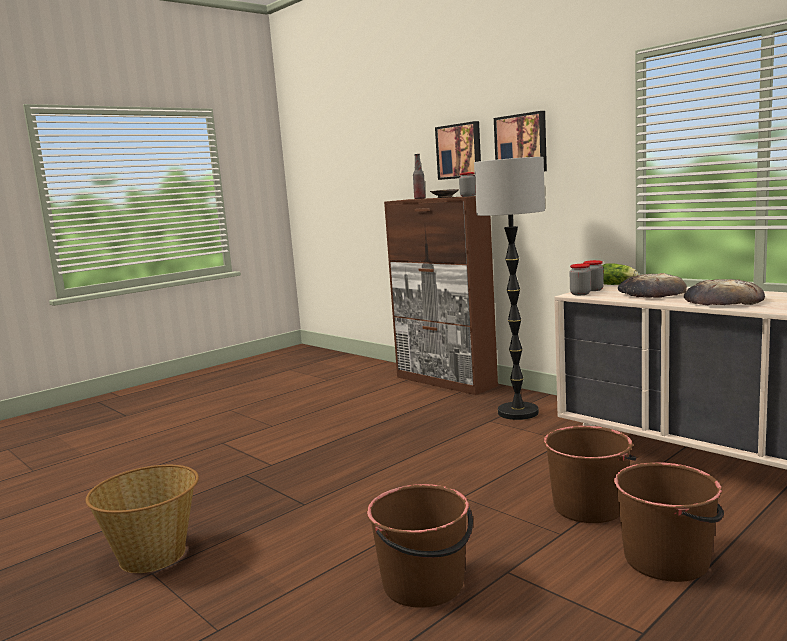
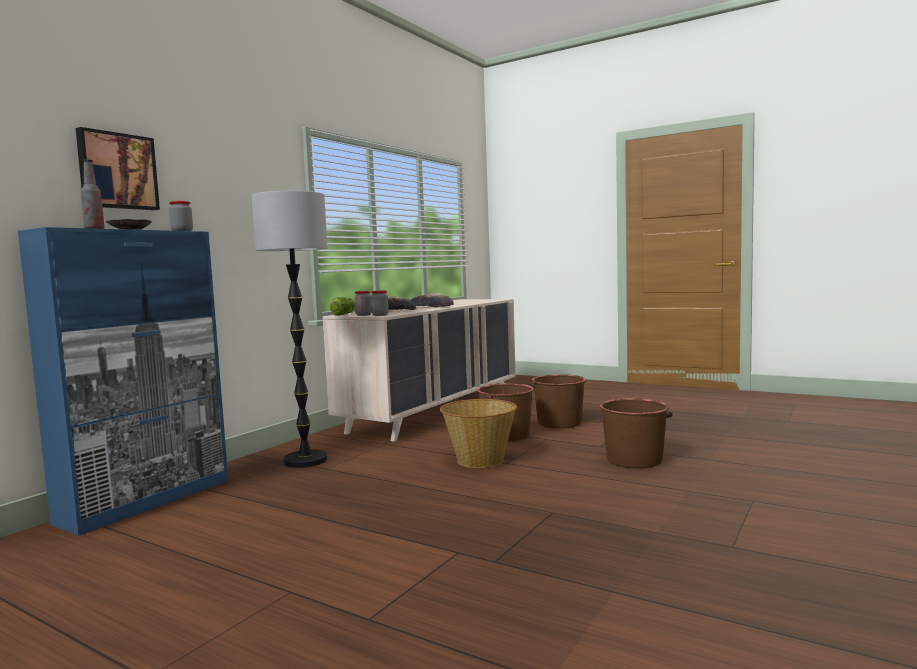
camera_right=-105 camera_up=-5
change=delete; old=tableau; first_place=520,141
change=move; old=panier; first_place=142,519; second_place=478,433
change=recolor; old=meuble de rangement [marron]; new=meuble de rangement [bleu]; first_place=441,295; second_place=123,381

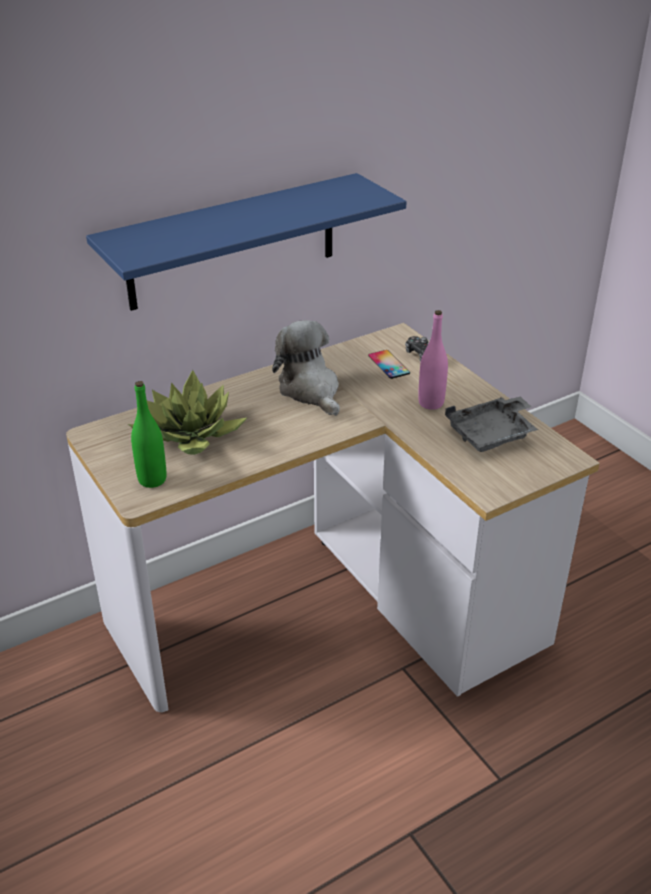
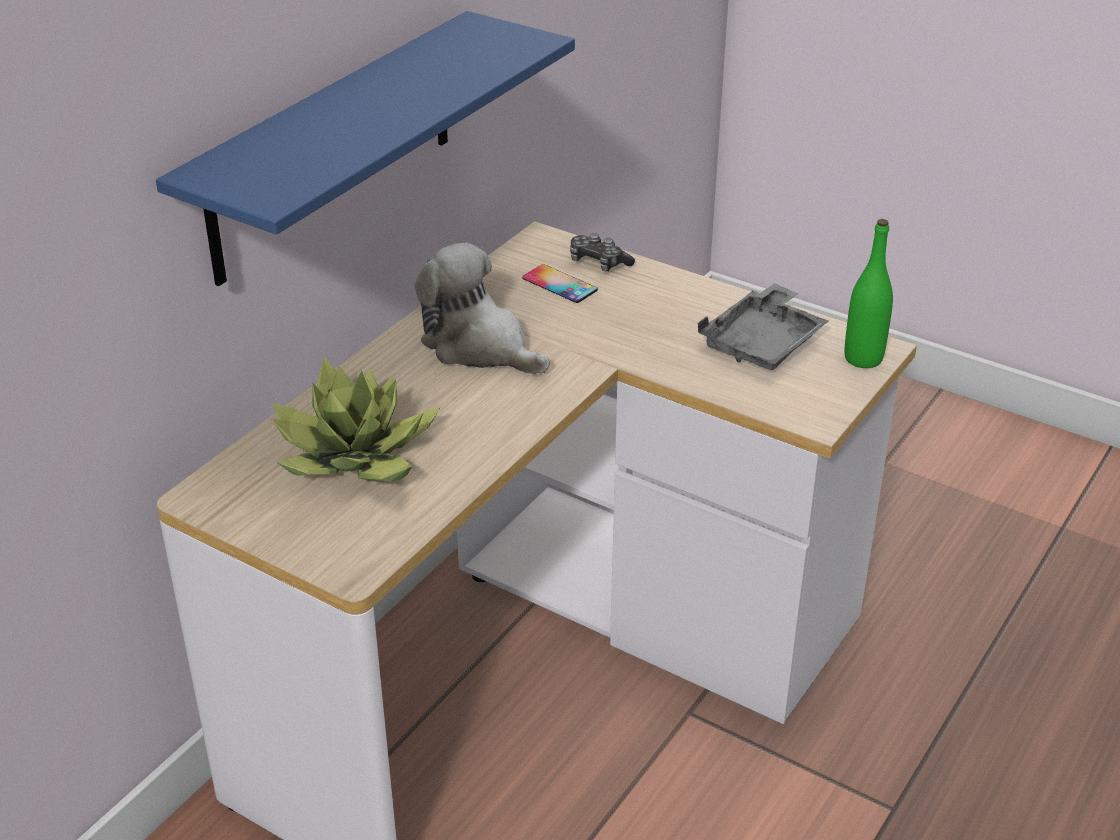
camera_right=-25 camera_up=0
change=delete; old=bouteille [rose]; first_place=433,360
change=move; old=bouteille [vert]; first_place=149,434; second_place=869,293

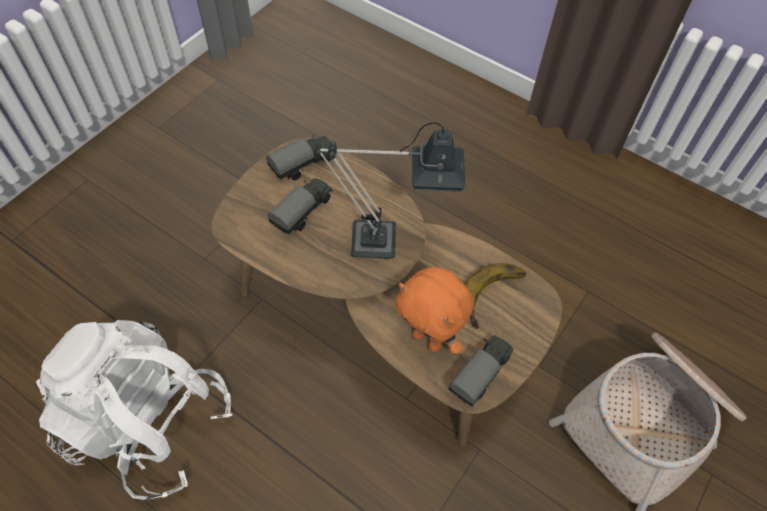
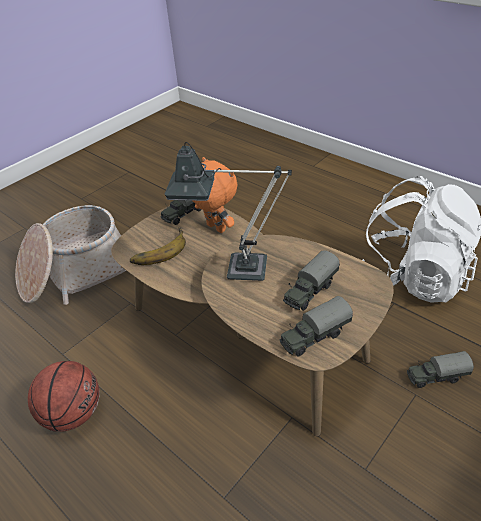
camera_right=-170 camera_up=-15
change=insert; new=ballon de basket; second_place=64,396
change=insert; new=camion jouet; second_place=440,369

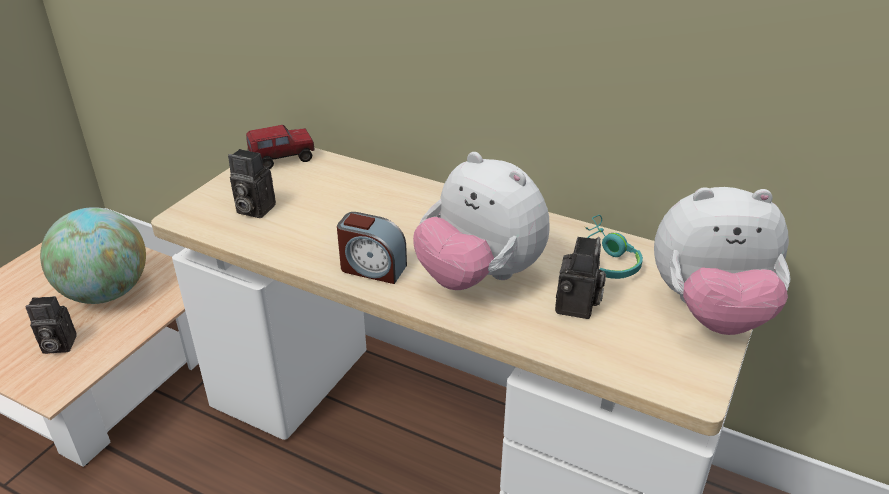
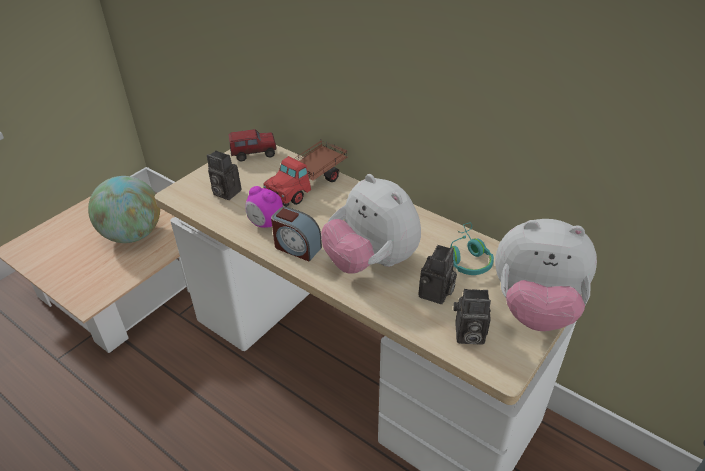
camera_right=10 camera_up=5
change=insert; new=réveil; second_place=264,207
change=insert; new=camion jouet; second_place=306,173
change=move; old=appareil photo; first_place=51,325; second_place=472,317

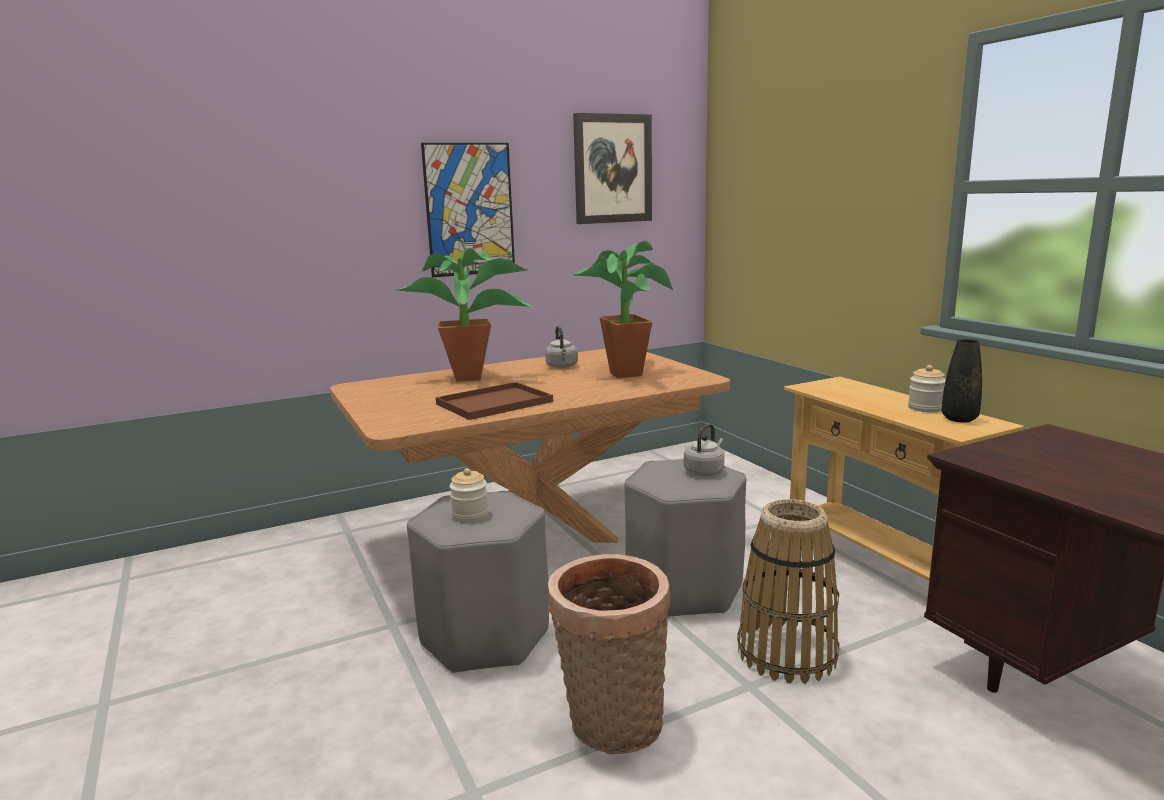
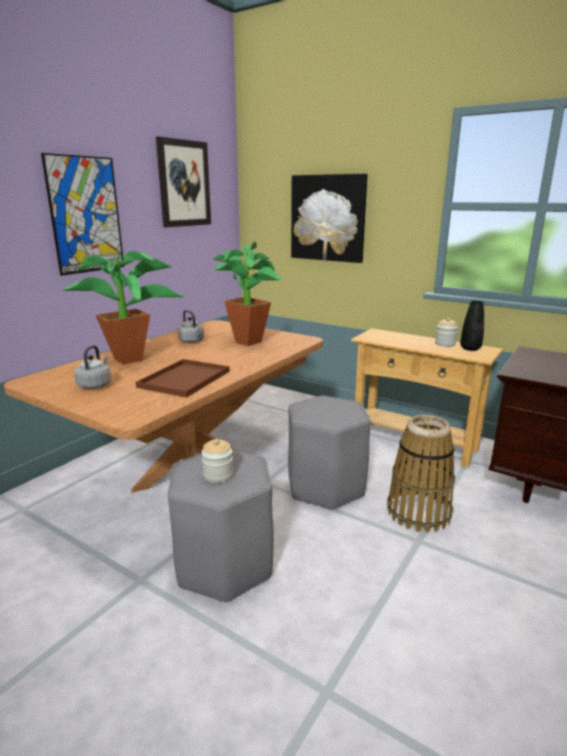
camera_right=-30 camera_up=5
change=delete; old=panier; first_place=609,654
change=insert; new=tableau; second_place=329,218
change=move; old=bouilloire [gris]; first_place=704,450; second_place=92,367

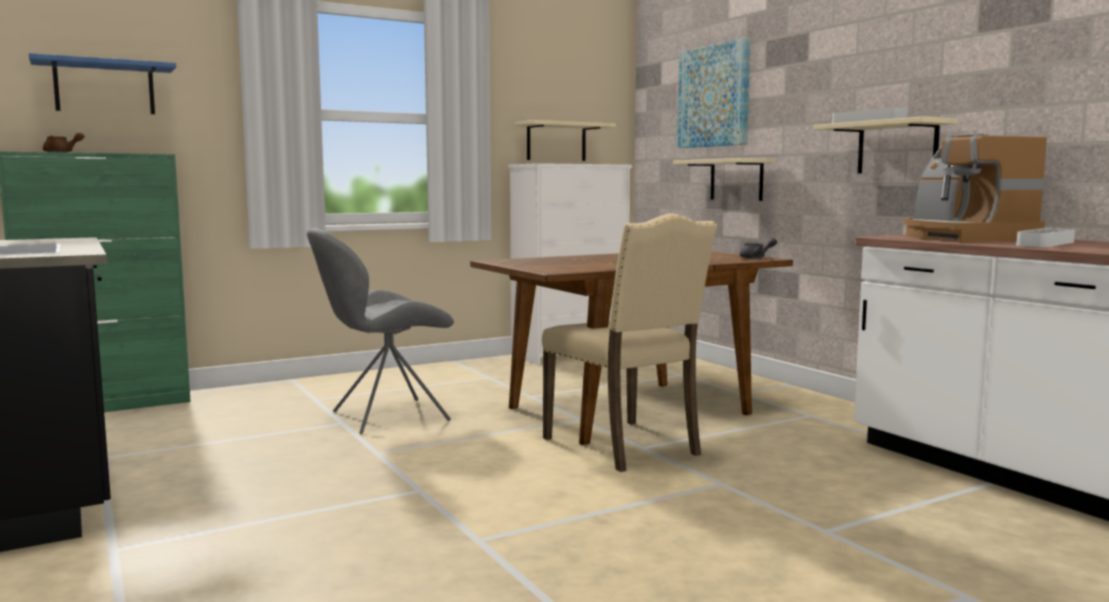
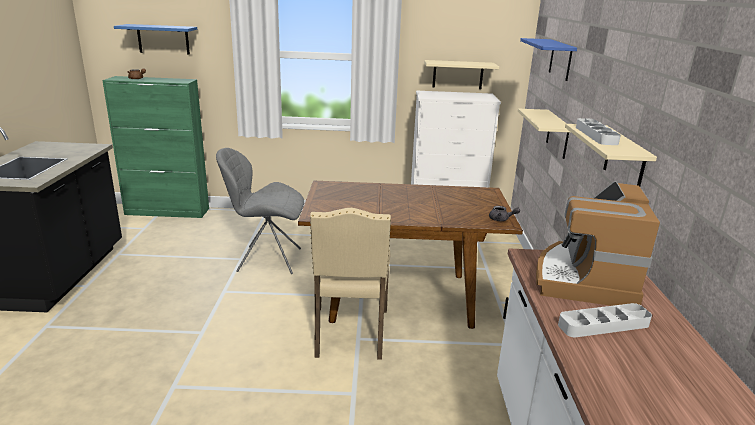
camera_right=30 camera_up=15
change=replace; old=tableau; new=étagère [bleu]; first_place=714,92; second_place=548,59

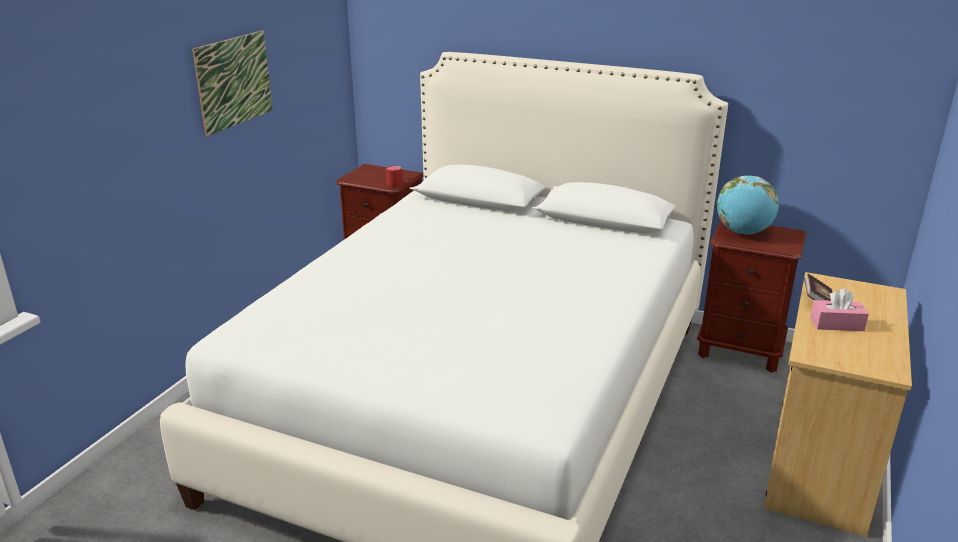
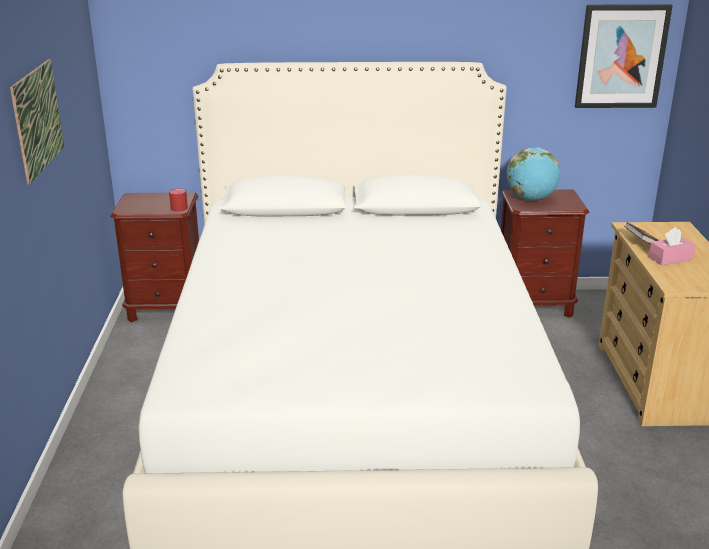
camera_right=-25 camera_up=0
change=insert; new=tableau; second_place=624,56

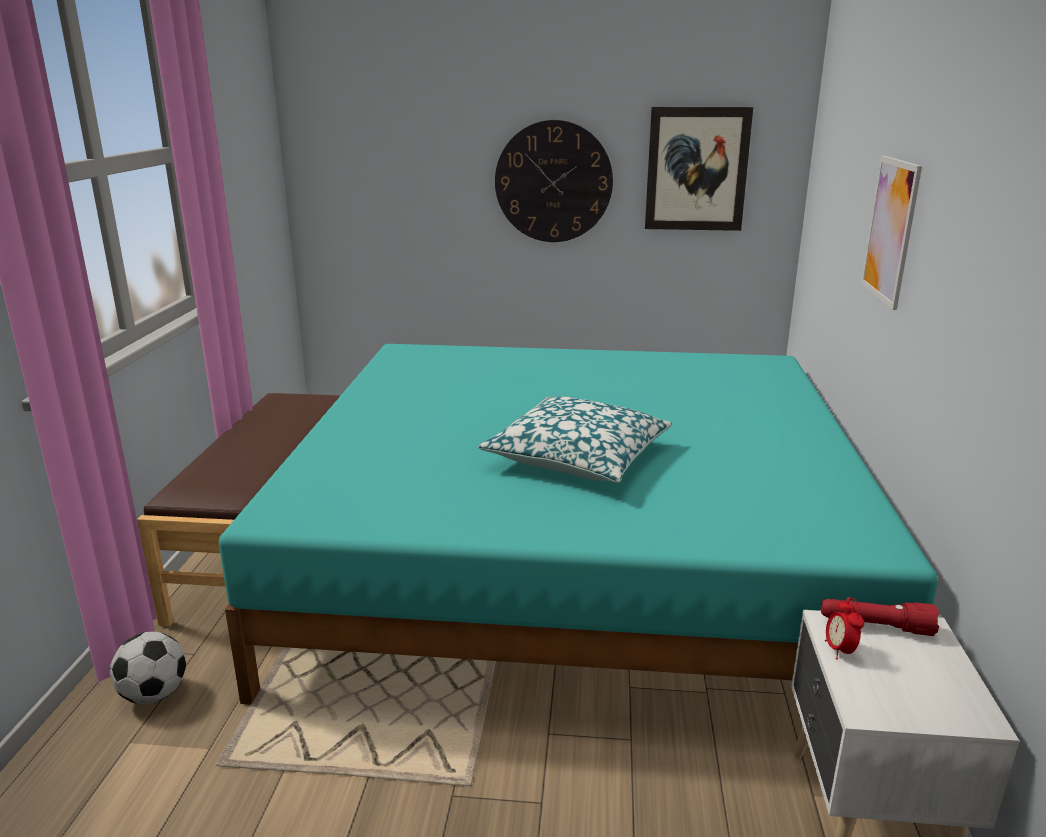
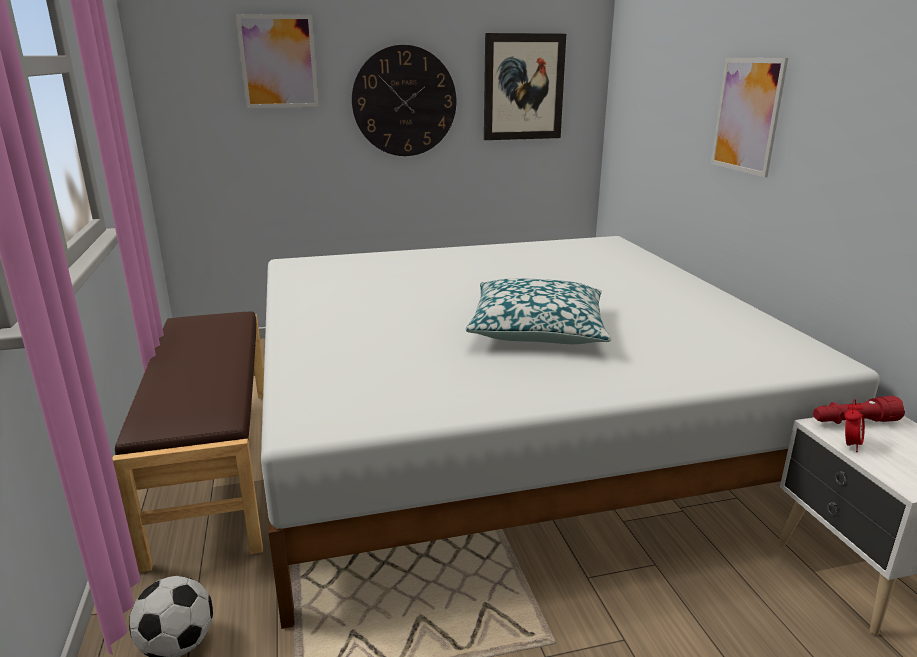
camera_right=-20 camera_up=0
change=insert; new=tableau; second_place=277,61
change=recolor; old=lit [turquoise]; new=lit [blanc]; first_place=578,524; second_place=570,432
change=rotate; old=réveil; first_place=844,628; second_place=855,425; degrees=-120

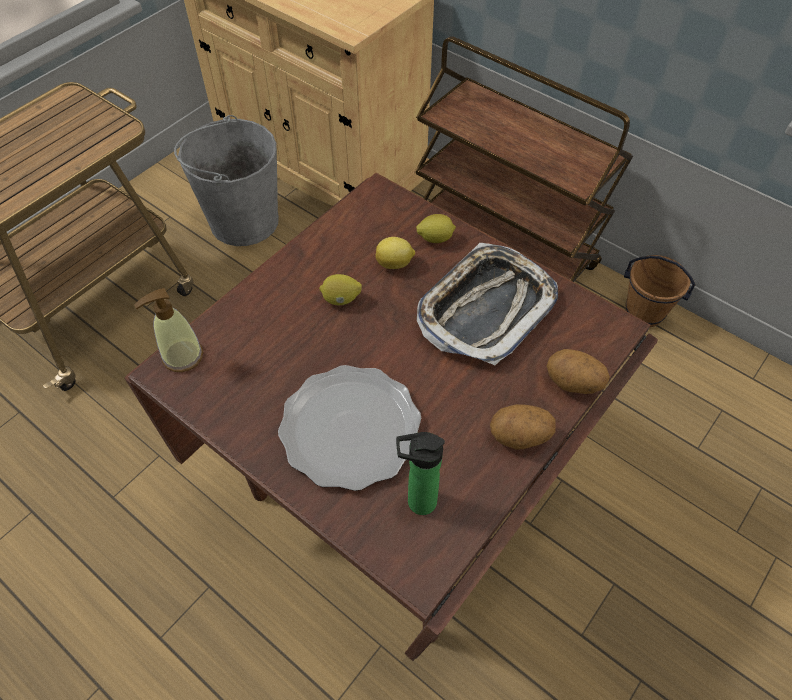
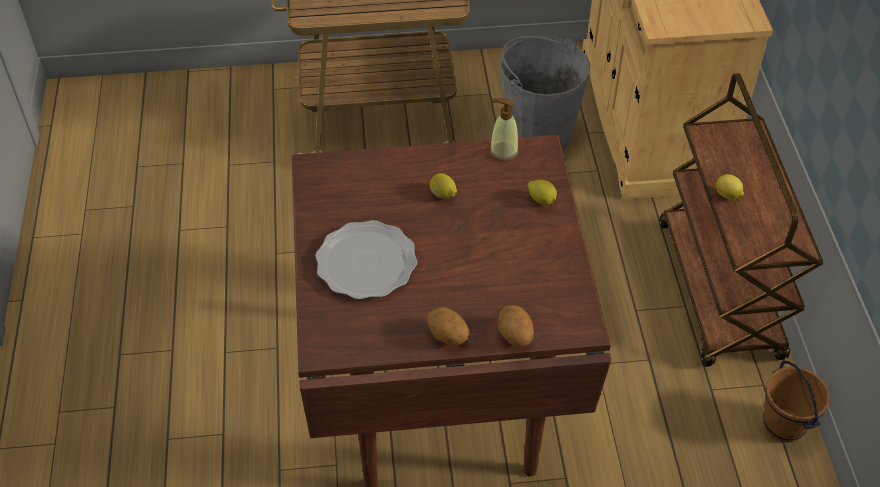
camera_right=45 camera_up=-5
change=delete; old=bouteille; first_place=420,473
change=delete; old=plateau; first_place=487,304
change=move; old=distributeur de savon; first_place=168,330; second_place=504,130
change=move; old=citron; first_place=395,253; second_place=730,186

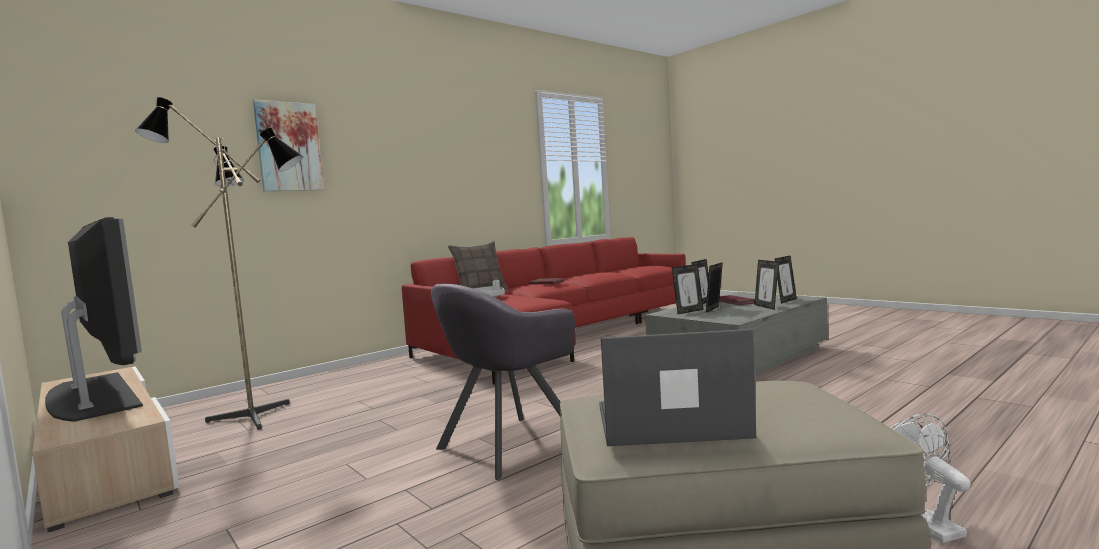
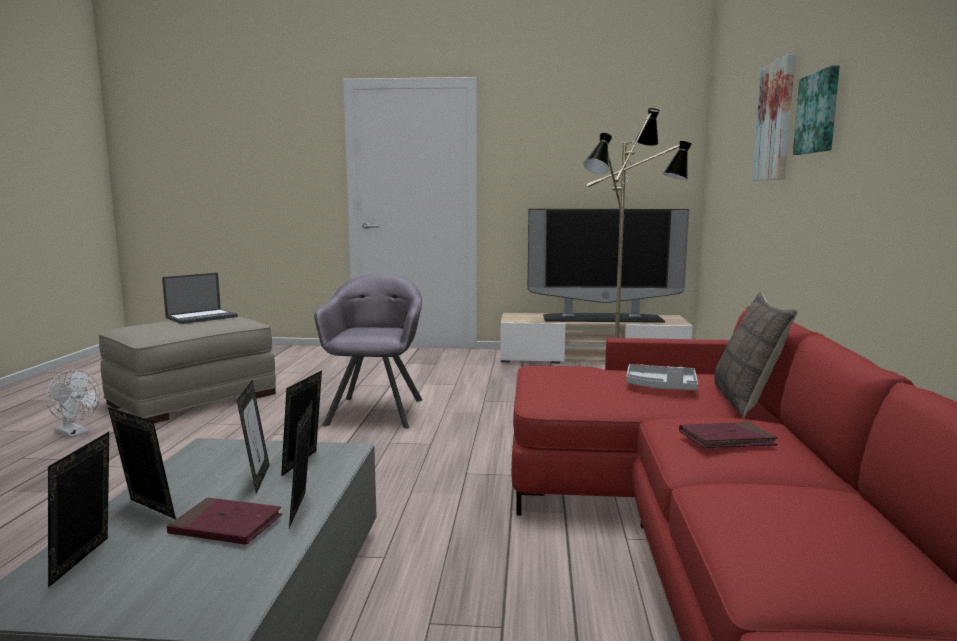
camera_right=135 camera_up=5
change=insert; new=tableau; second_place=816,110

